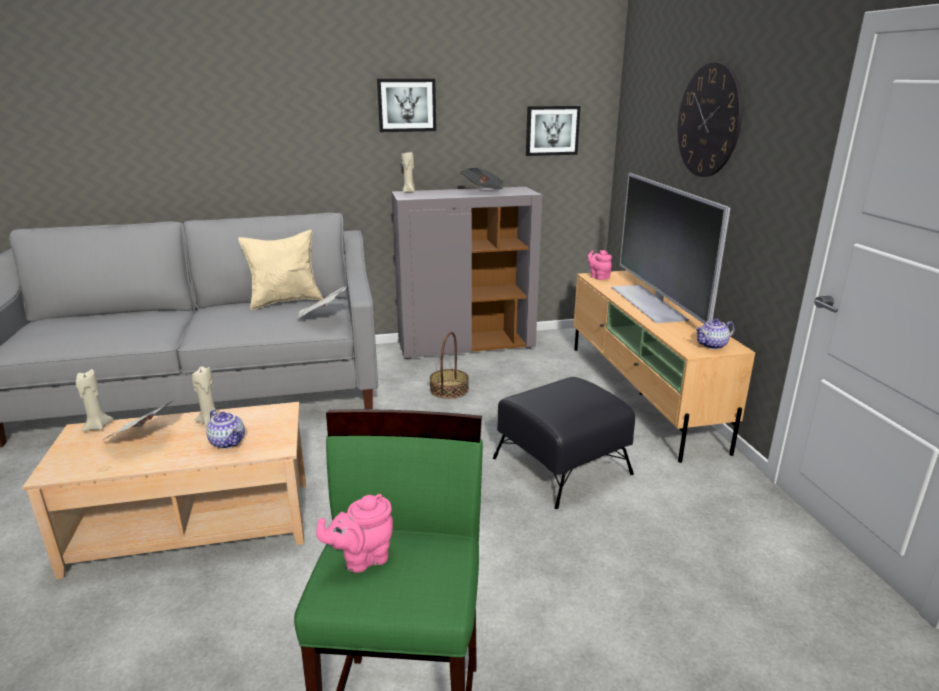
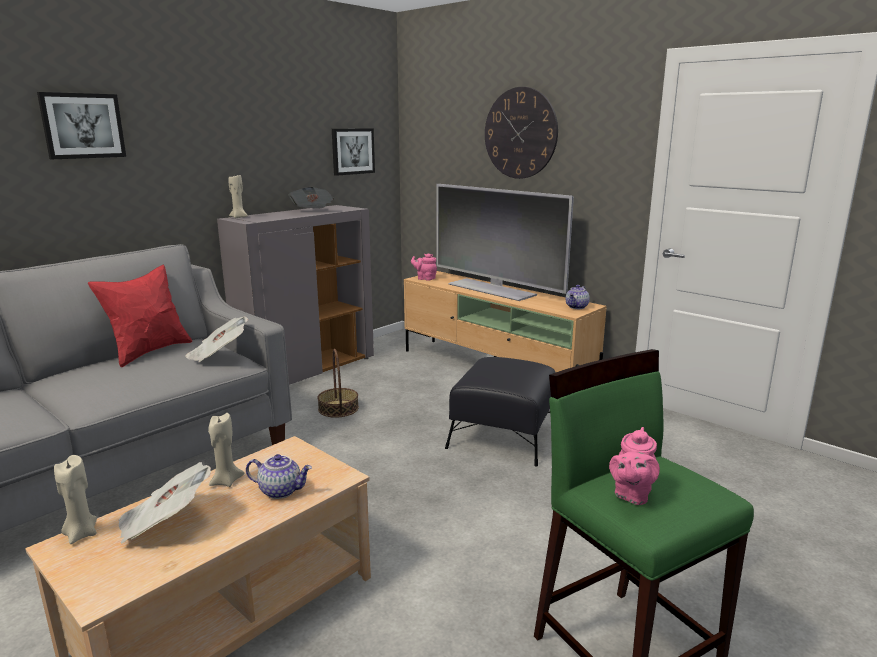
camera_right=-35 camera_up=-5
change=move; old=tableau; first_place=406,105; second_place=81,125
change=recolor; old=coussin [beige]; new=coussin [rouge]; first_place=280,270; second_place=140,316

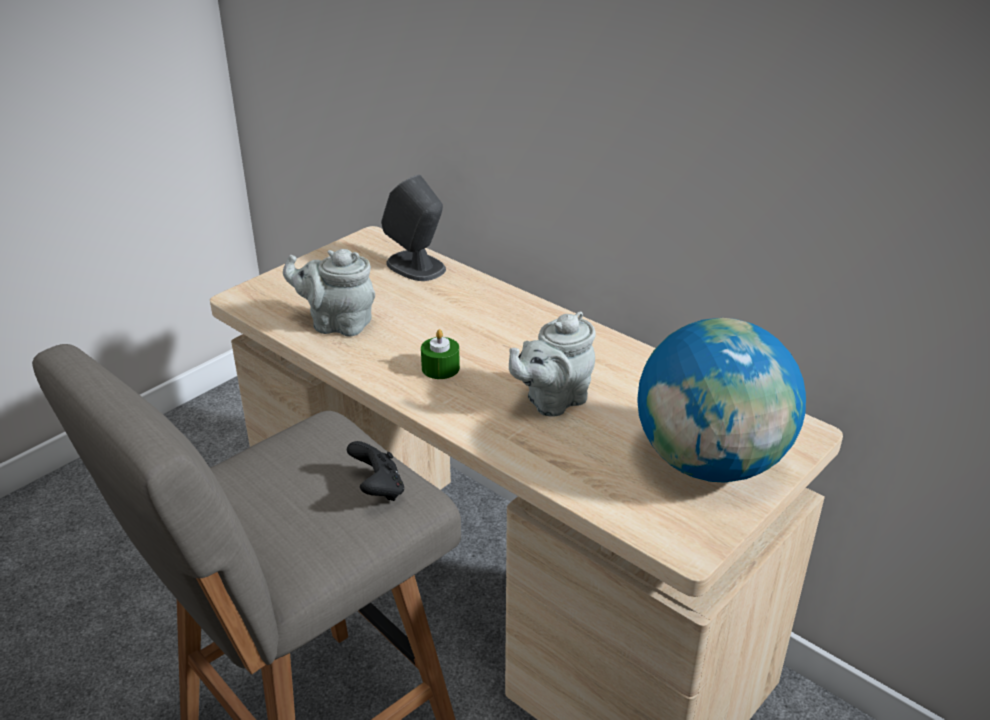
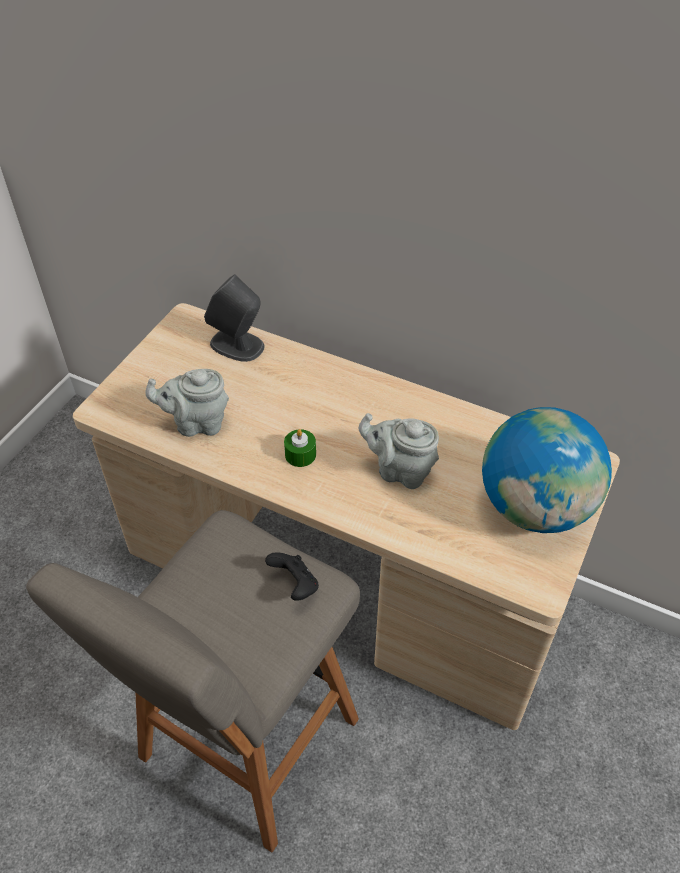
camera_right=-15 camera_up=15
change=rotate; old=théière [gris]; first_place=552,364; second_place=399,451; degrees=75

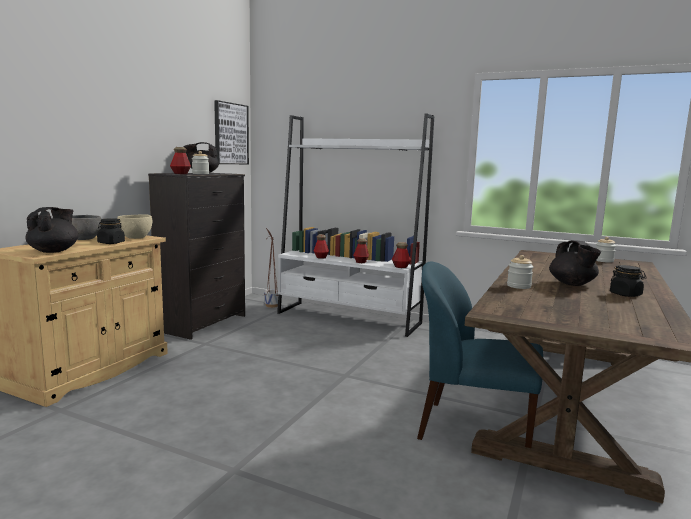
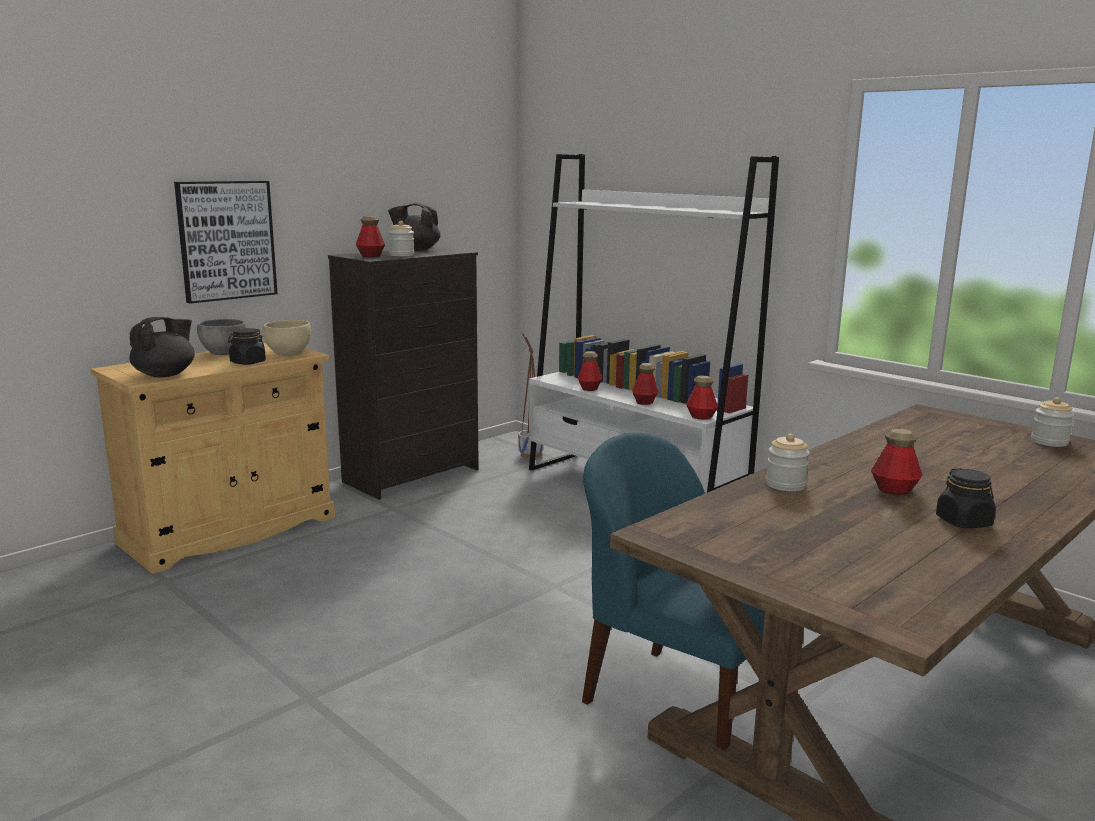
camera_right=20 camera_up=5
change=move; old=tableau; first_place=231,132; second_place=226,242
change=replace; old=théière [noir]; new=bouteille; first_place=575,263; second_place=896,462

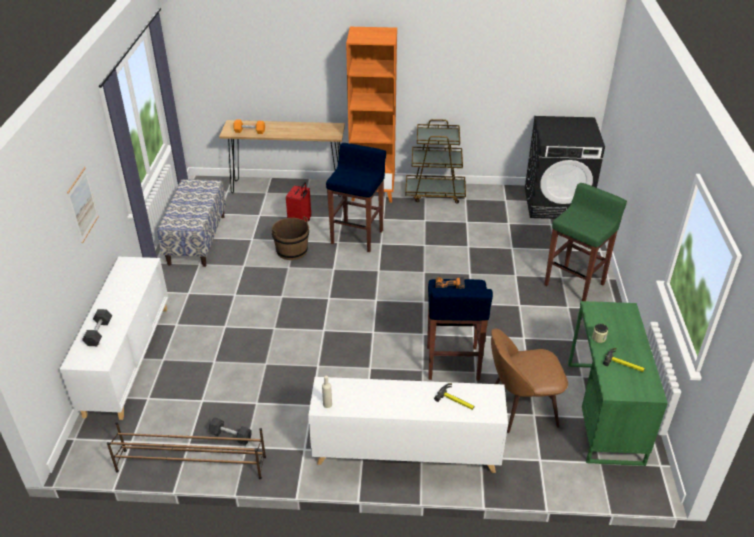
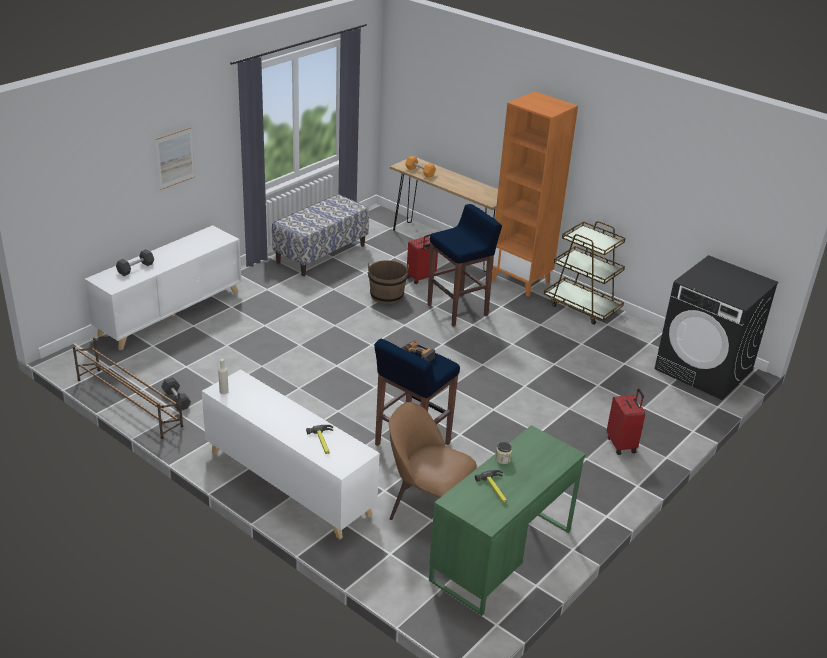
camera_right=35 camera_up=-5
change=replace; old=tabouret [vert]; new=valise [rouge]; first_place=585,242; second_place=626,422

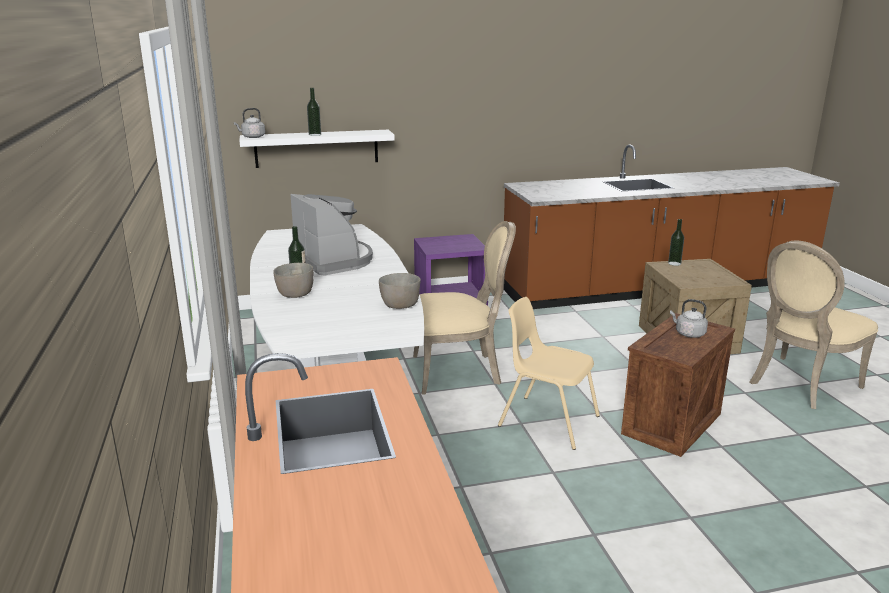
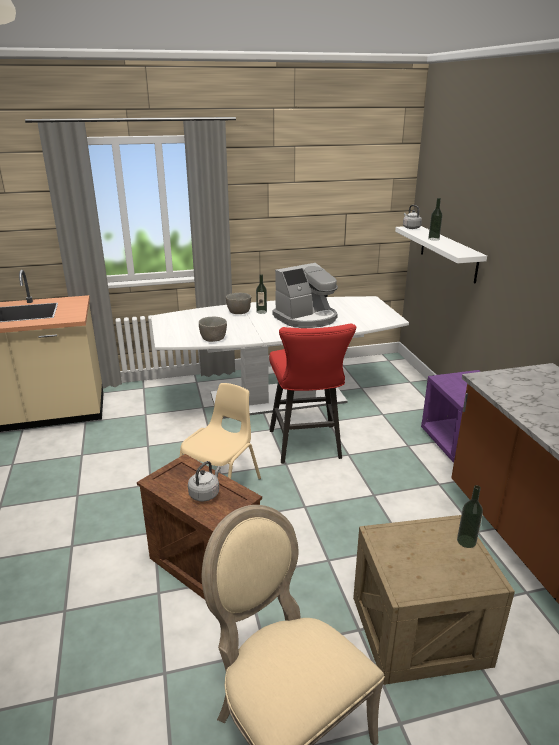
camera_right=90 camera_up=5
change=replace; old=chaise [beige]; new=tabouret [rouge]; first_place=464,308; second_place=312,394

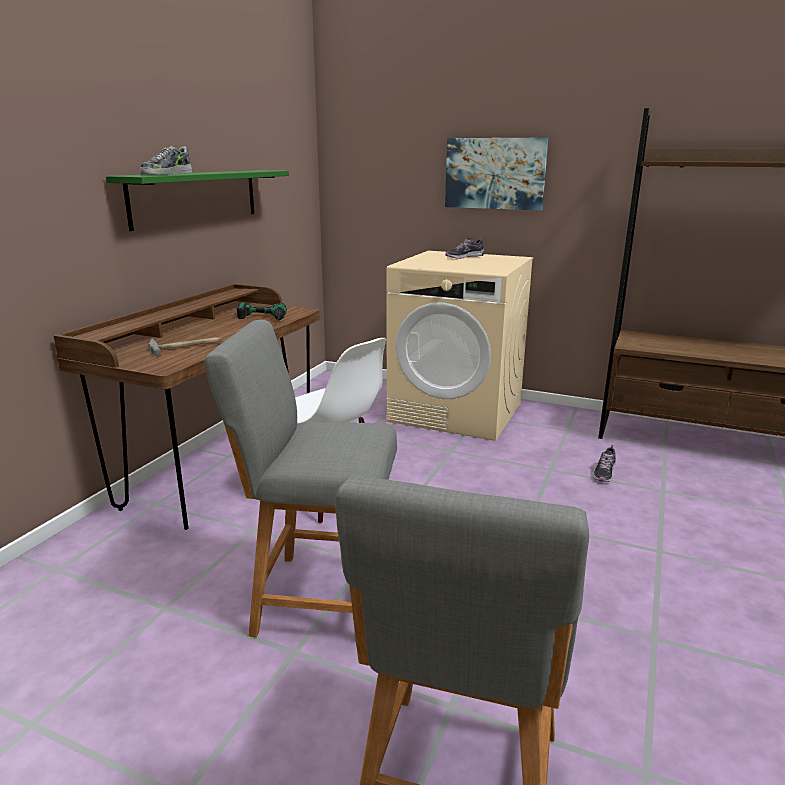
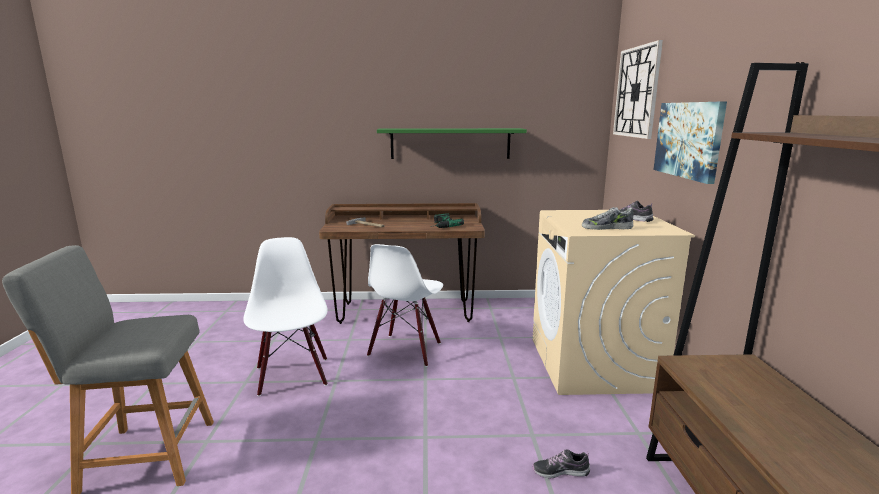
camera_right=65 camera_up=-5
change=insert; new=horloge murale; second_place=638,89
change=move; old=chaussure; first_place=166,160; second_place=607,218
change=replace; old=tabouret [gris]; new=chaise [blanc]; first_place=301,478; second_place=285,316

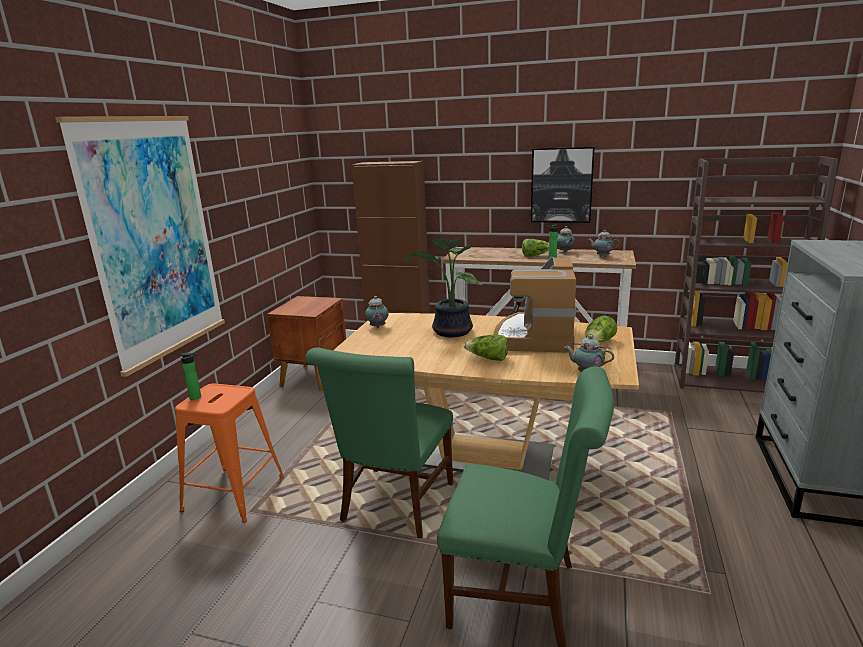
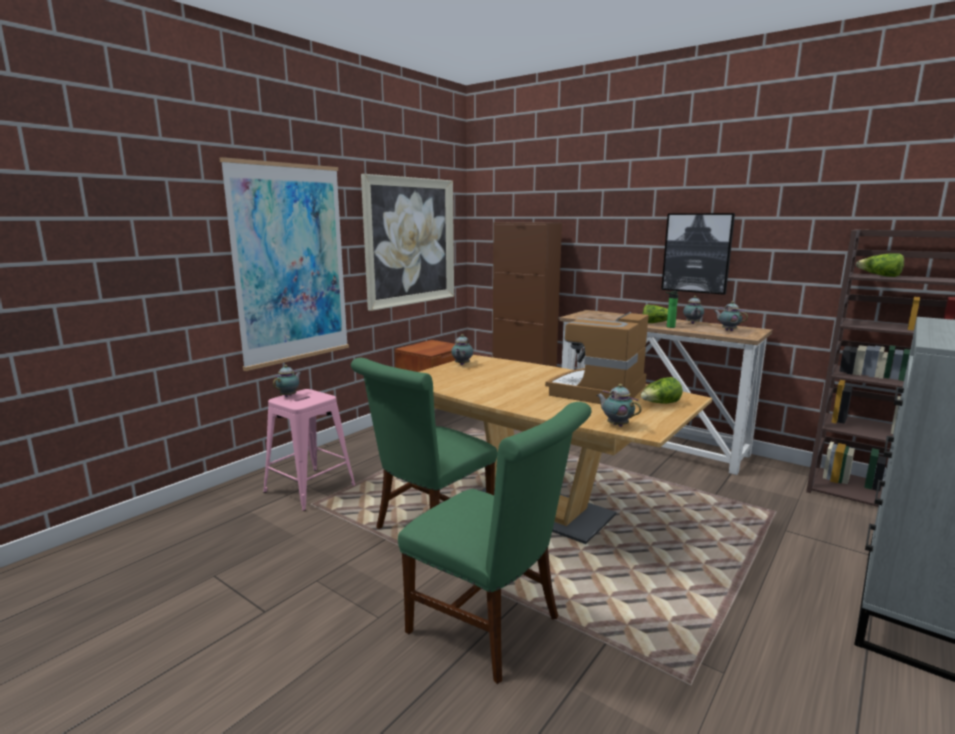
camera_right=20 camera_up=-5
change=delete; old=plante en pot; first_place=444,287
change=insert; new=tableau; second_place=407,242
change=move; old=laitue; first_place=486,348; second_place=880,265
change=replace; old=bouteille; new=théière; first_place=191,376; second_place=287,381
change=recolor; old=tabouret [orange]; new=tabouret [rose]; first_place=229,453; second_place=309,450

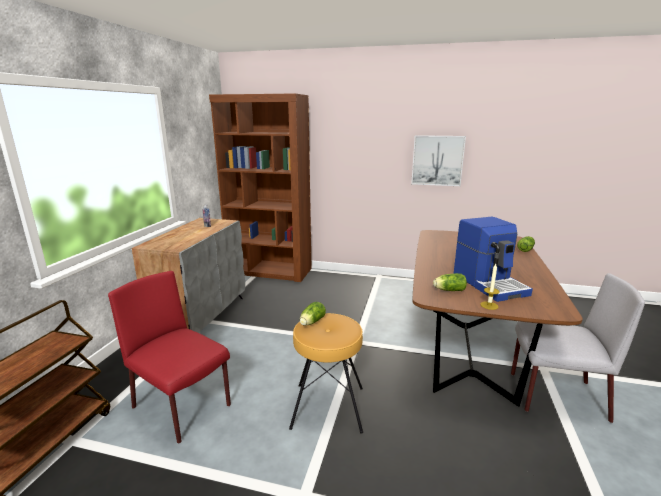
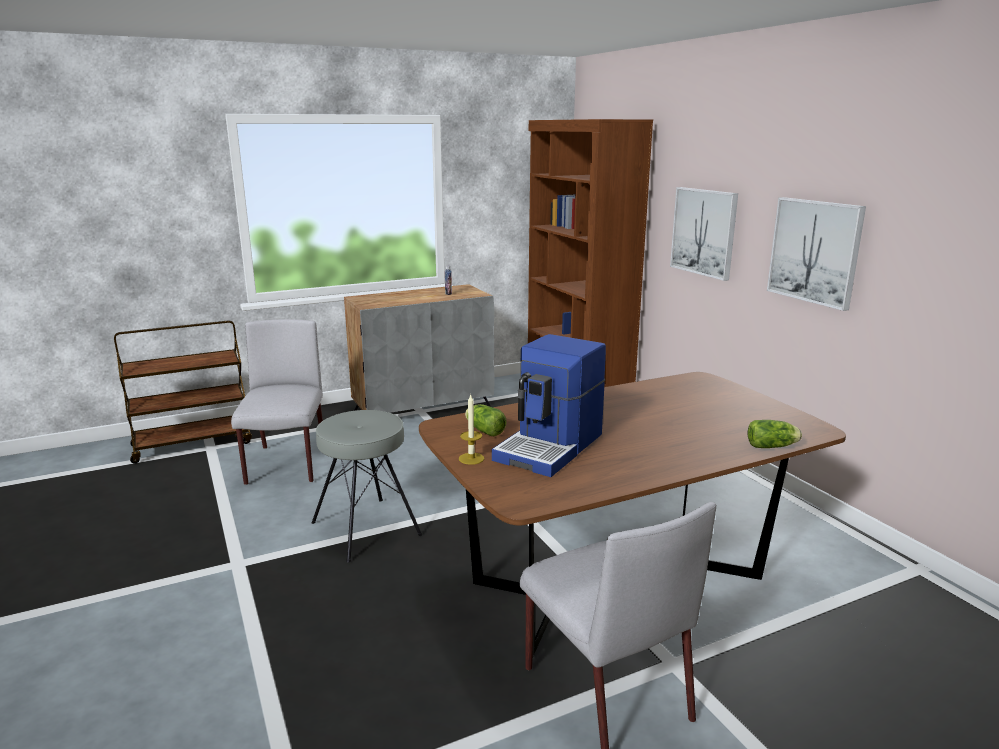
camera_right=50 camera_up=0
change=delete; old=laitue; first_place=313,314
change=insert; new=tableau; second_place=704,234
change=recolor; old=chaise [rouge]; new=chaise [gris]; first_place=169,357; second_place=277,402
change=recolor; old=tabouret [marron]; new=tabouret [gris]; first_place=326,373; second_place=367,486

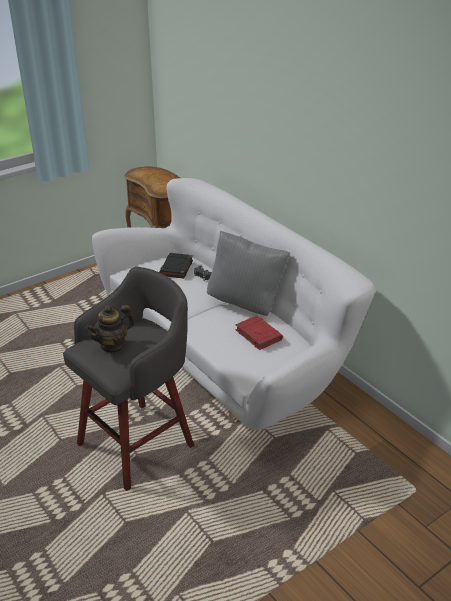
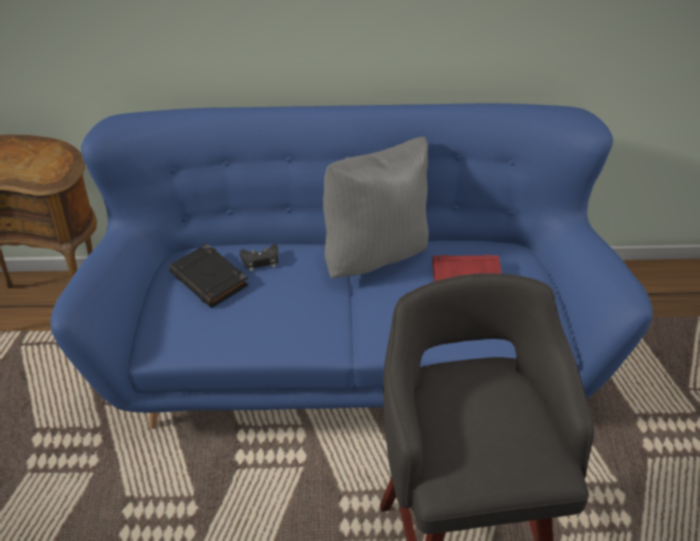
camera_right=-55 camera_up=10
change=delete; old=théière; first_place=110,329
change=recolor; old=canapé [blanc]; new=canapé [bleu]; first_place=233,304; second_place=351,266

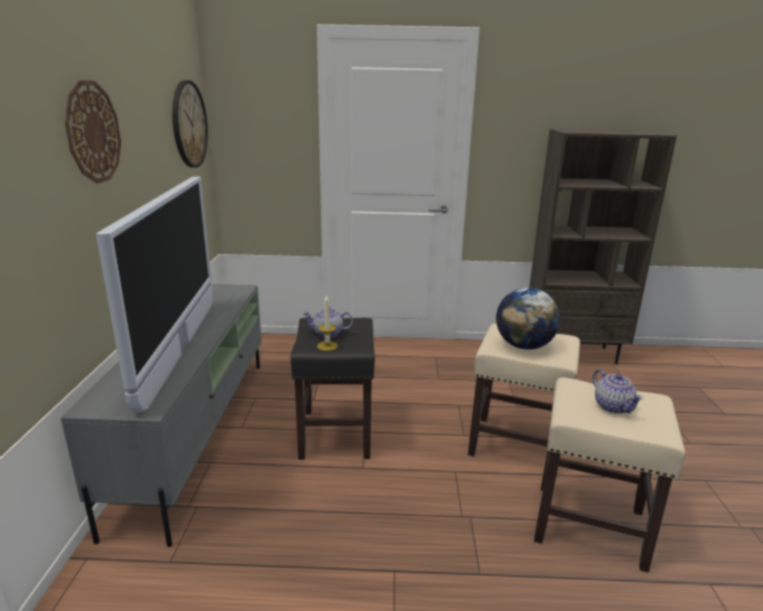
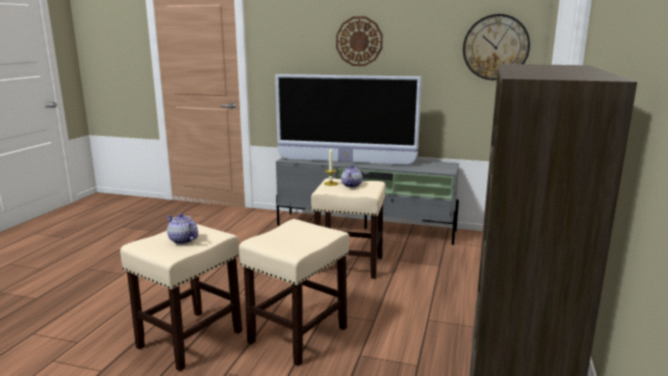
camera_right=105 camera_up=-5
change=delete; old=globe; first_place=528,318
change=recolor; old=tabouret [noir]; new=tabouret [beige]; first_place=332,389; second_place=348,228
change=rotate; old=théière; first_place=618,391; second_place=182,228; degrees=45

